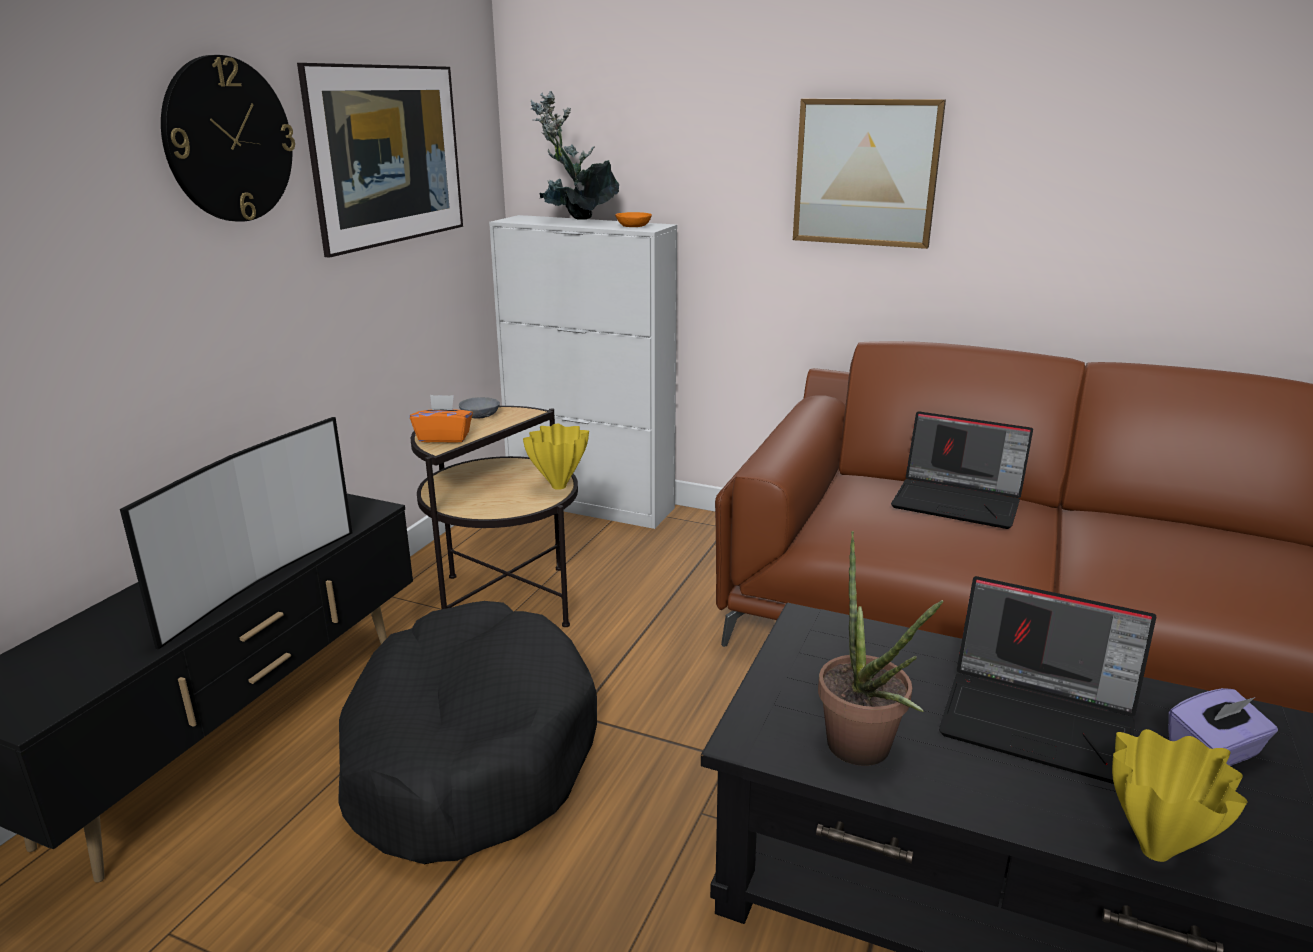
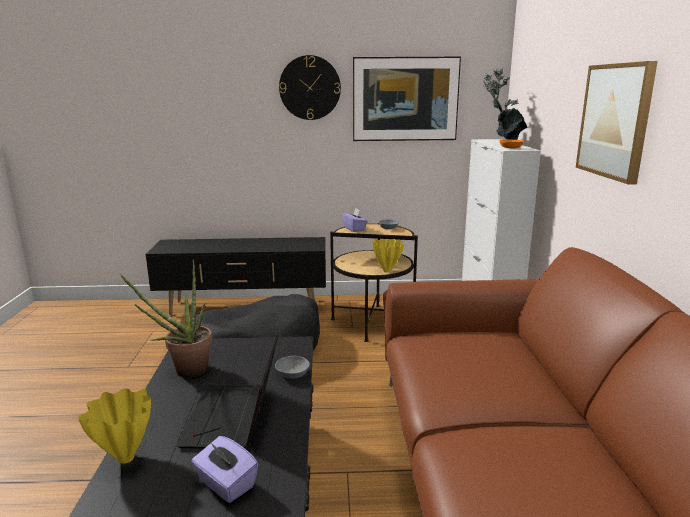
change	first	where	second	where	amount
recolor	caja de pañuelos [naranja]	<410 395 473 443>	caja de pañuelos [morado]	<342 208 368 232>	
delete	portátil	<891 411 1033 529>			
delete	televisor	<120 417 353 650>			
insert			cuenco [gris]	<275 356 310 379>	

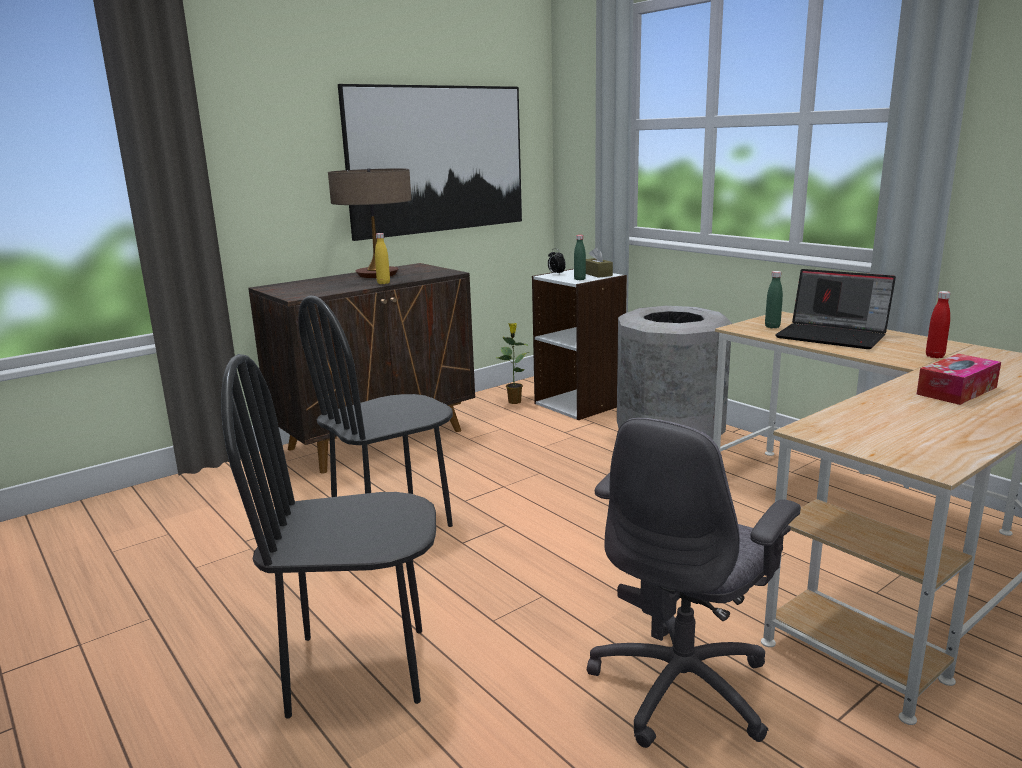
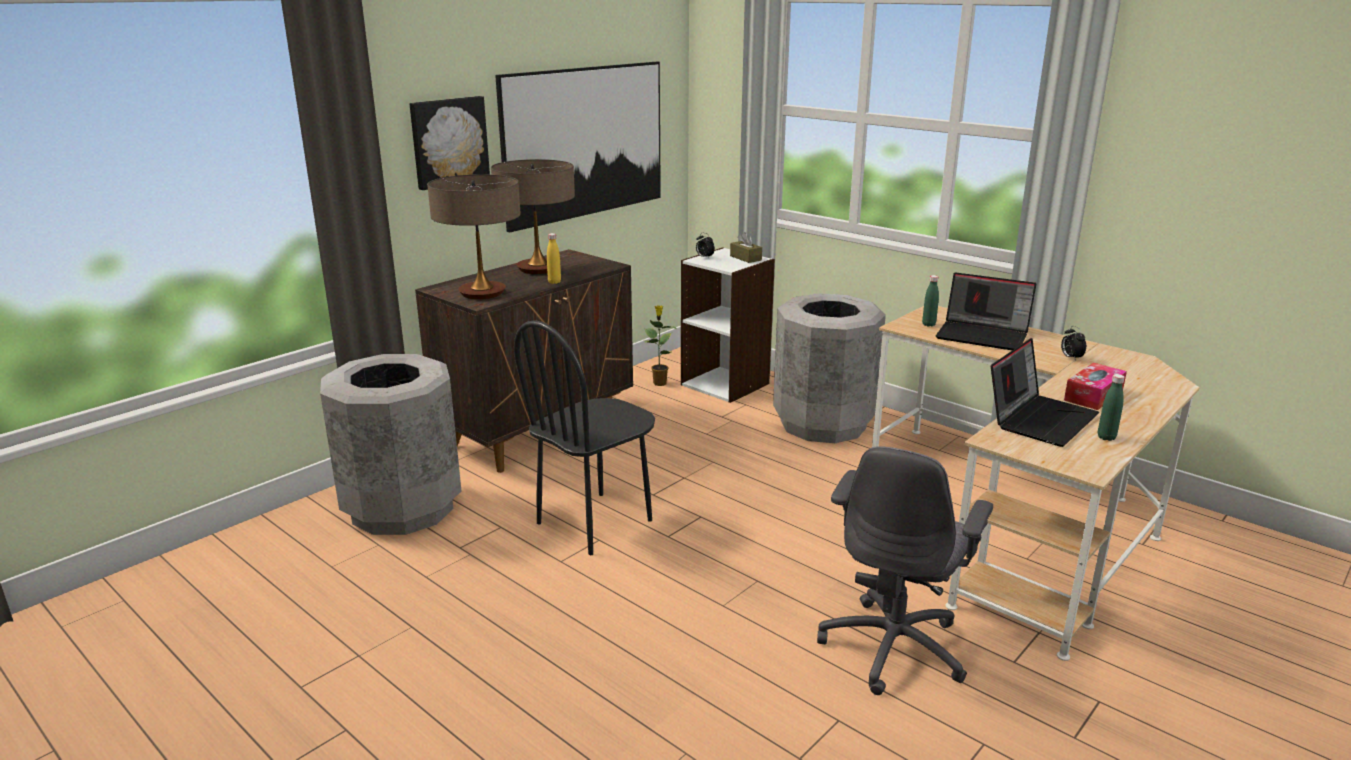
change	first	where	second	where	amount
move	botella [verde]	<574 235 586 280>		<1098 374 1125 441>	
replace	botella [rojo]	<926 291 950 358>	despertador	<1061 326 1086 361>	
delete	silla [negro]	<221 354 436 719>			
insert			cuadro	<410 96 490 190>	
insert			lámpara de mesa	<427 174 521 299>	
insert			portátil	<991 338 1099 447>	
insert			papelera [gris]	<320 354 462 535>	

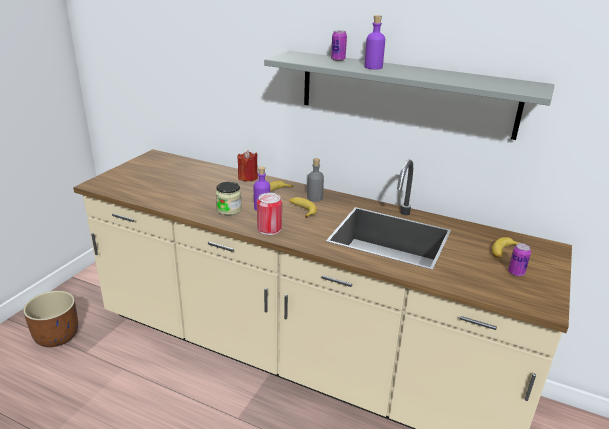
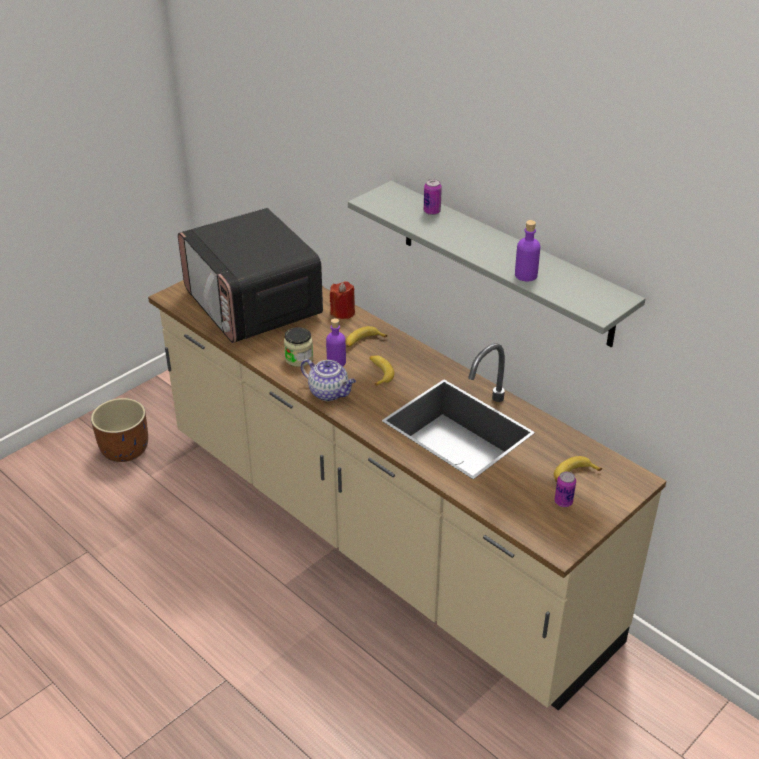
change	first	where	second	where	amount
move	botella [morado]	<364 15 385 70>		<515 220 540 281>	
delete	botella [gris]	<307 158 324 202>			
replace	lata	<257 193 282 235>	tetera	<301 359 356 401>	
insert			microondas	<178 208 323 343>	

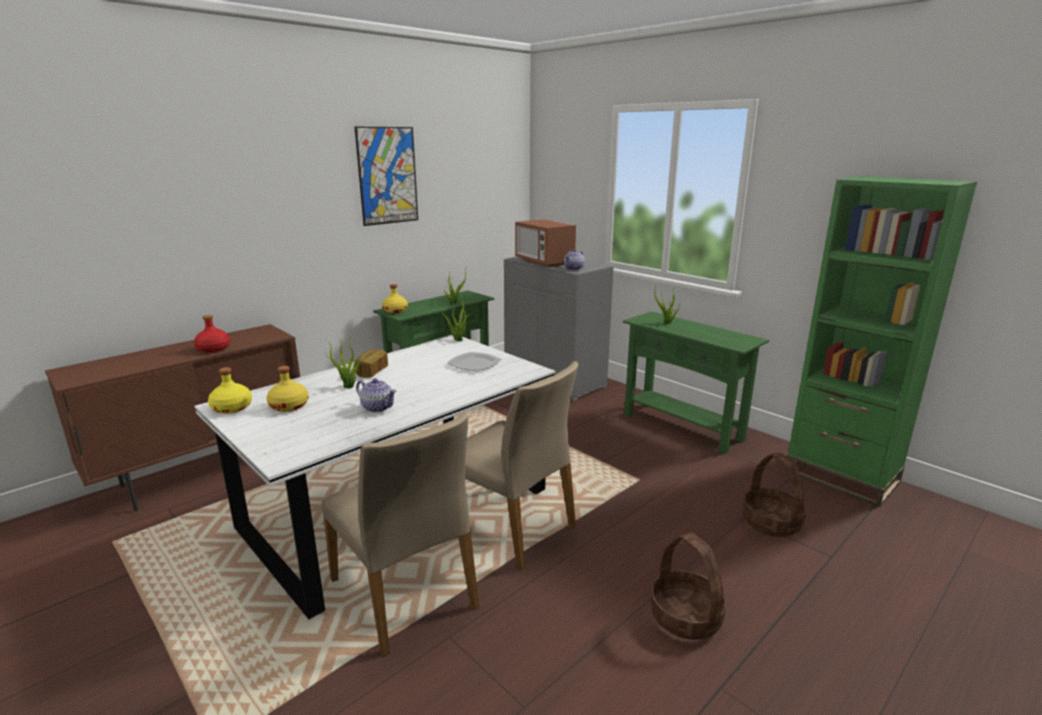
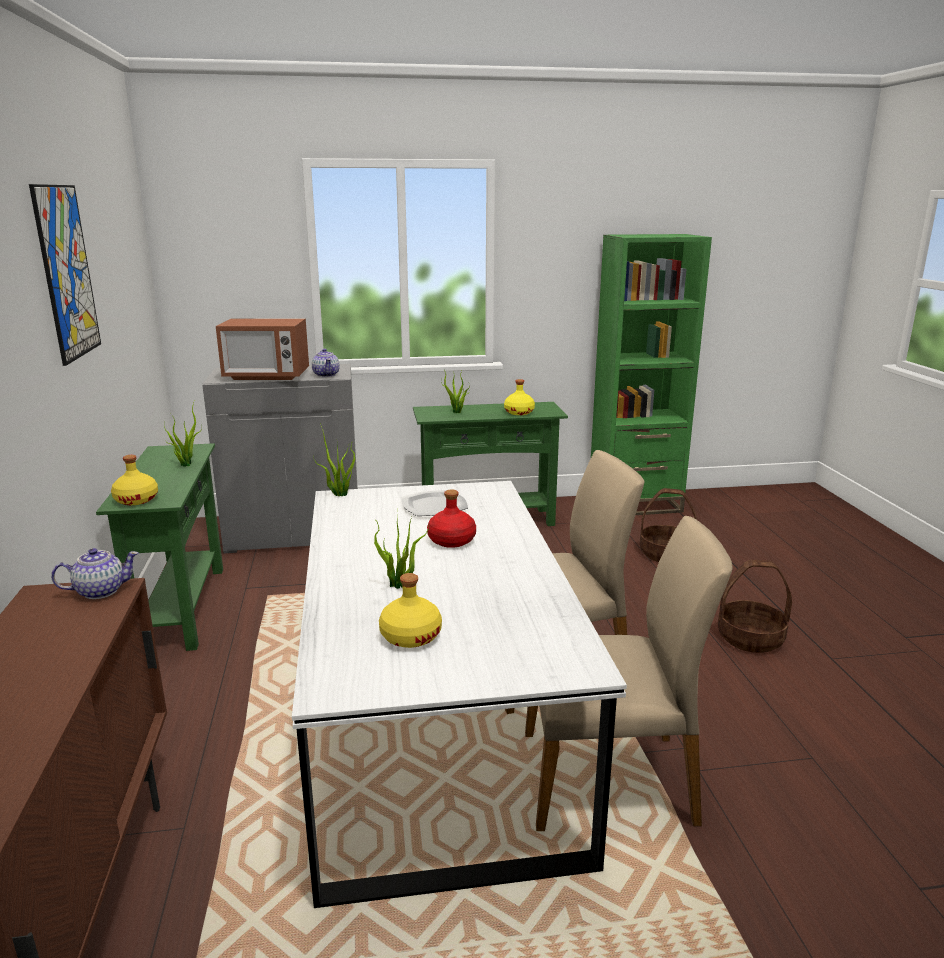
change	first	where	second	where	amount
move	botella [rojo]	<194 315 230 353>		<427 489 476 548>	
delete	pan	<354 349 388 378>			
move	botella [amarillo]	<208 367 252 414>		<504 379 535 415>	
move	tetera	<356 378 397 413>		<51 548 139 599>	

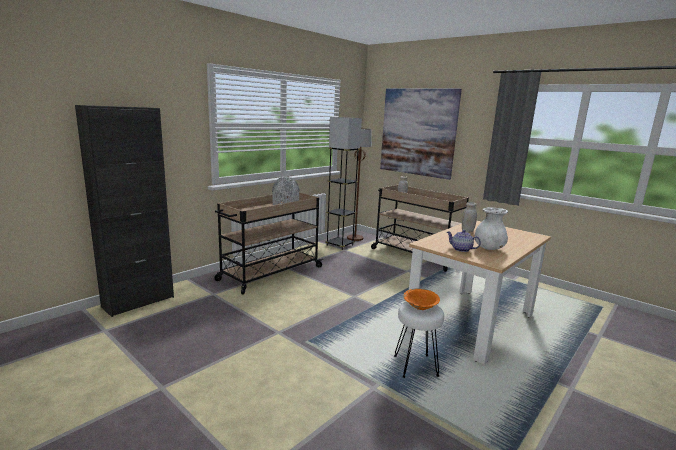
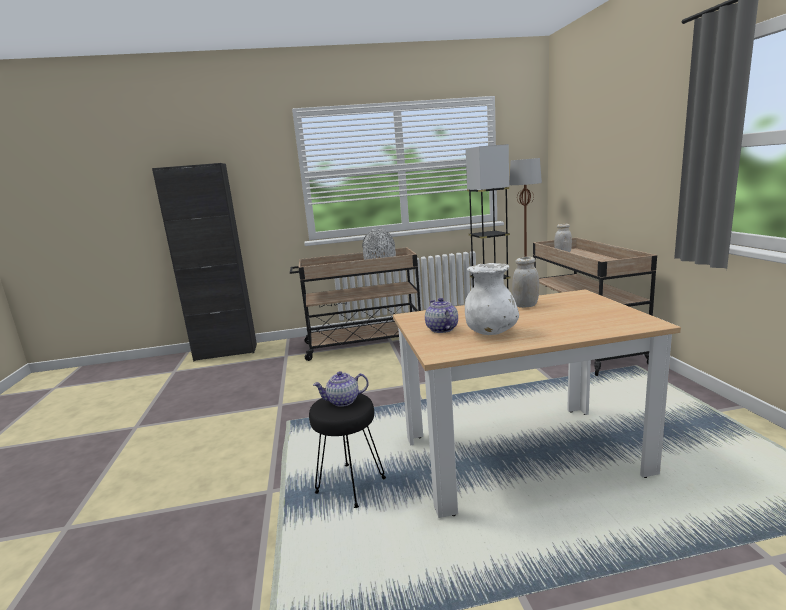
change	first	where	second	where	amount
delete	cuadro	<380 89 462 180>			
replace	cuenco [naranja]	<403 288 440 310>	tetera	<313 371 369 407>	
recolor	taburete [blanco]	<394 301 444 378>	taburete [negro]	<309 394 386 508>	

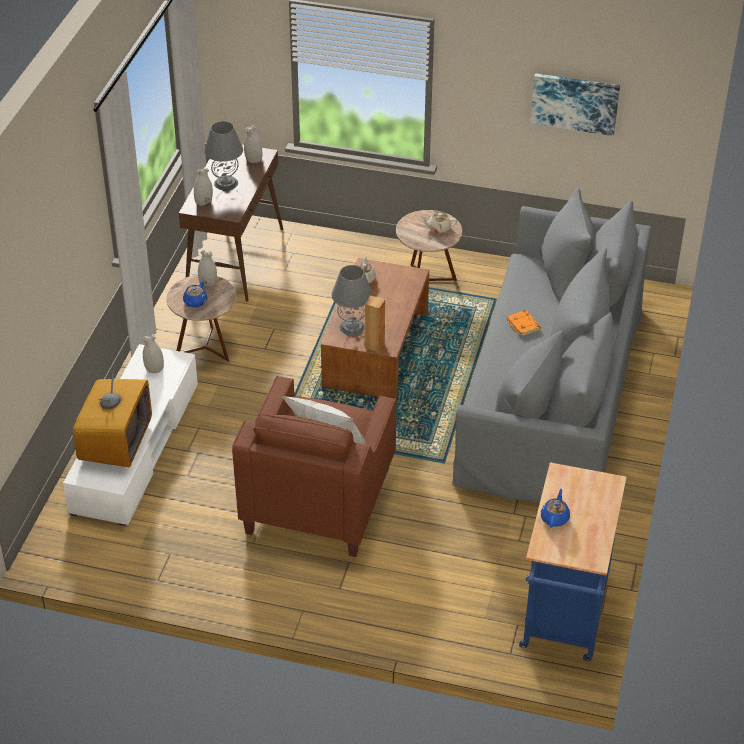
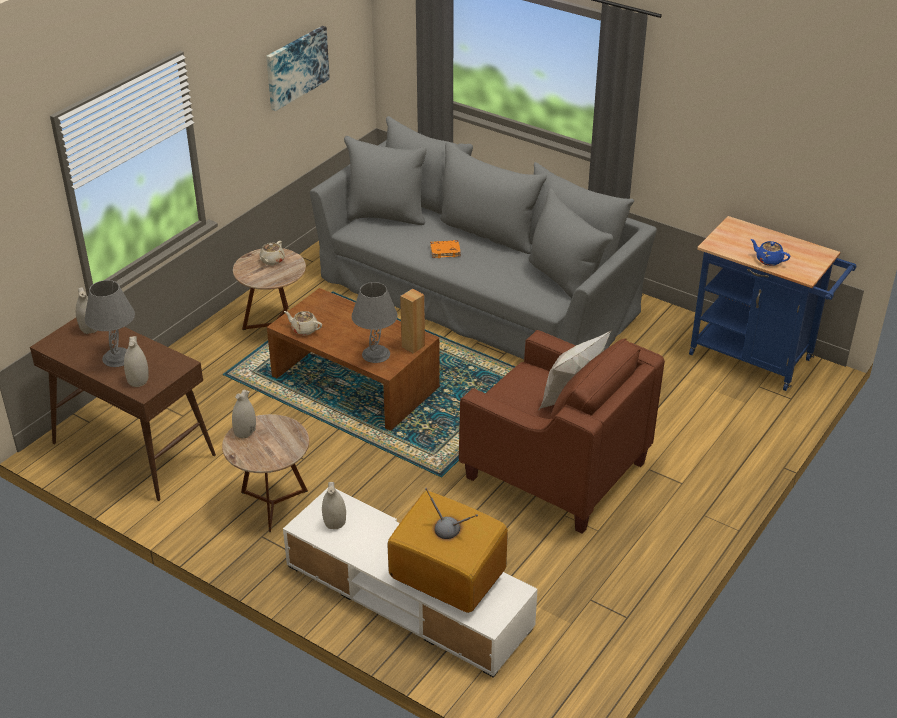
change	first	where	second	where	amount
delete	tetera [azul]	<183 282 208 308>			

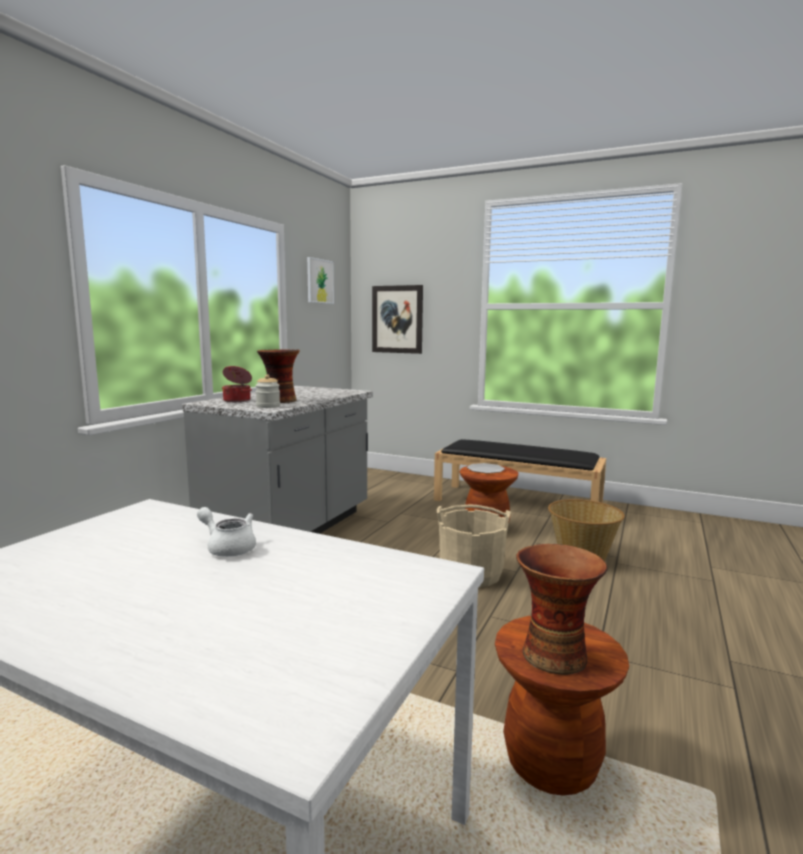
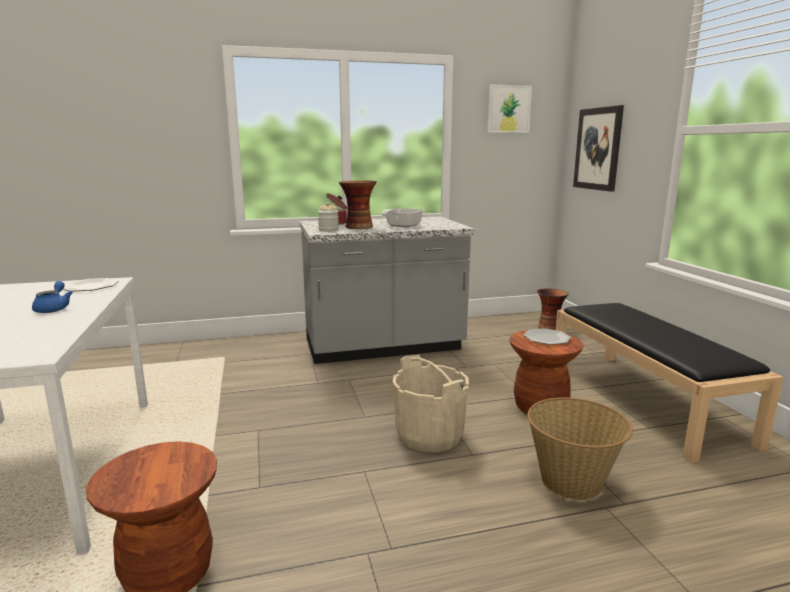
change	first	where	second	where	amount
recolor	tetera [blanco]	<197 507 256 557>	tetera [azul]	<32 281 73 313>	
move	florero	<516 544 607 675>		<537 289 569 330>	
insert			sartén	<382 208 424 228>	
insert			plato	<63 278 119 292>	

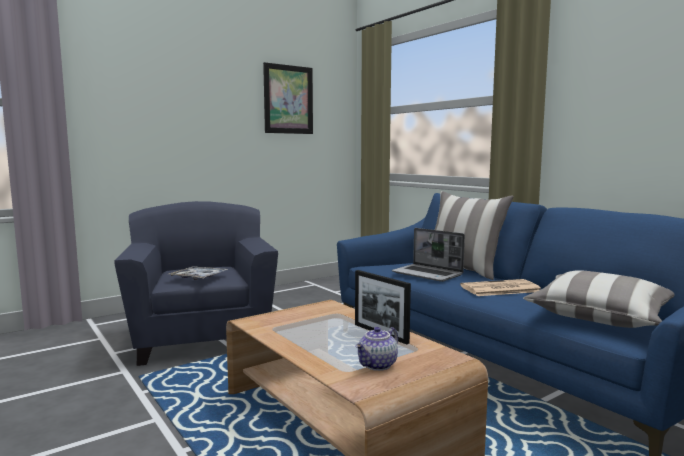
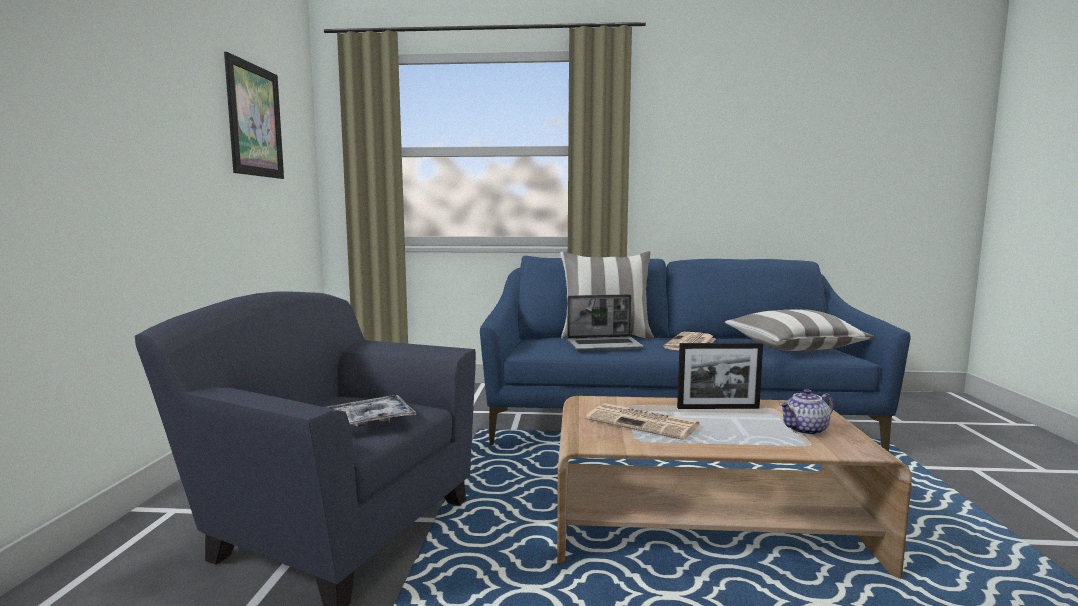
change	first	where	second	where	amount
rotate	tetera	<355 327 398 371>		<779 389 834 435>	75 degrees clockwise
insert			periódico	<586 403 701 440>	

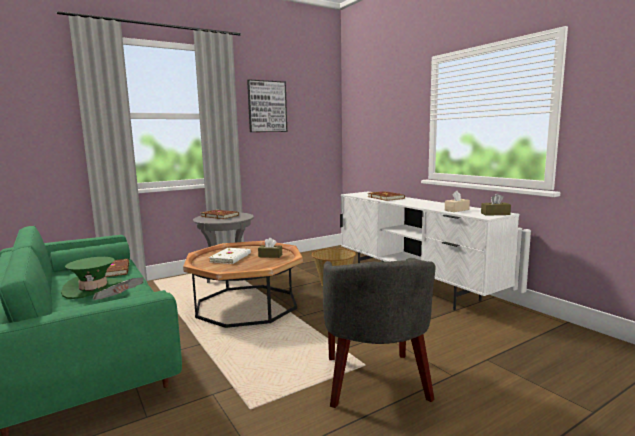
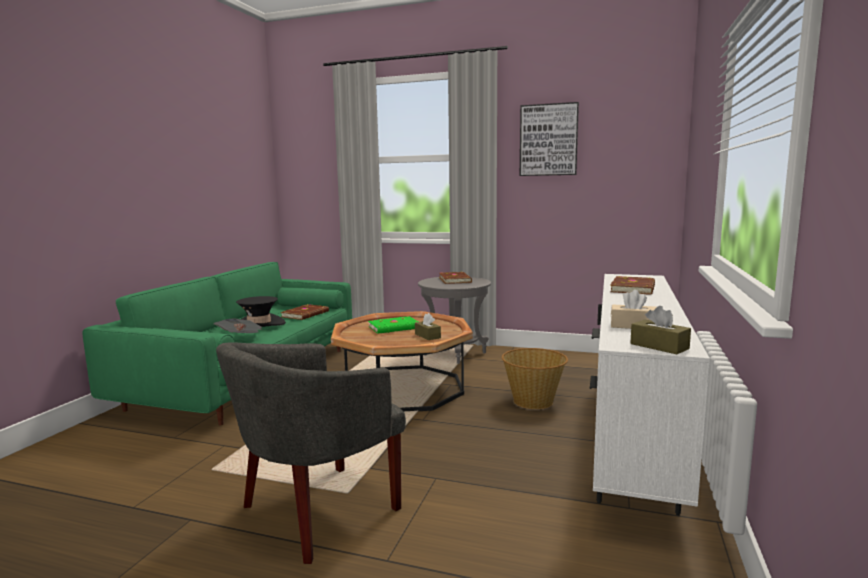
change	first	where	second	where	amount
recolor	libro [blanco]	<209 248 251 264>	libro [verde]	<368 316 418 334>	
recolor	sombrero [verde]	<61 257 123 299>	sombrero [negro]	<236 296 286 327>	

